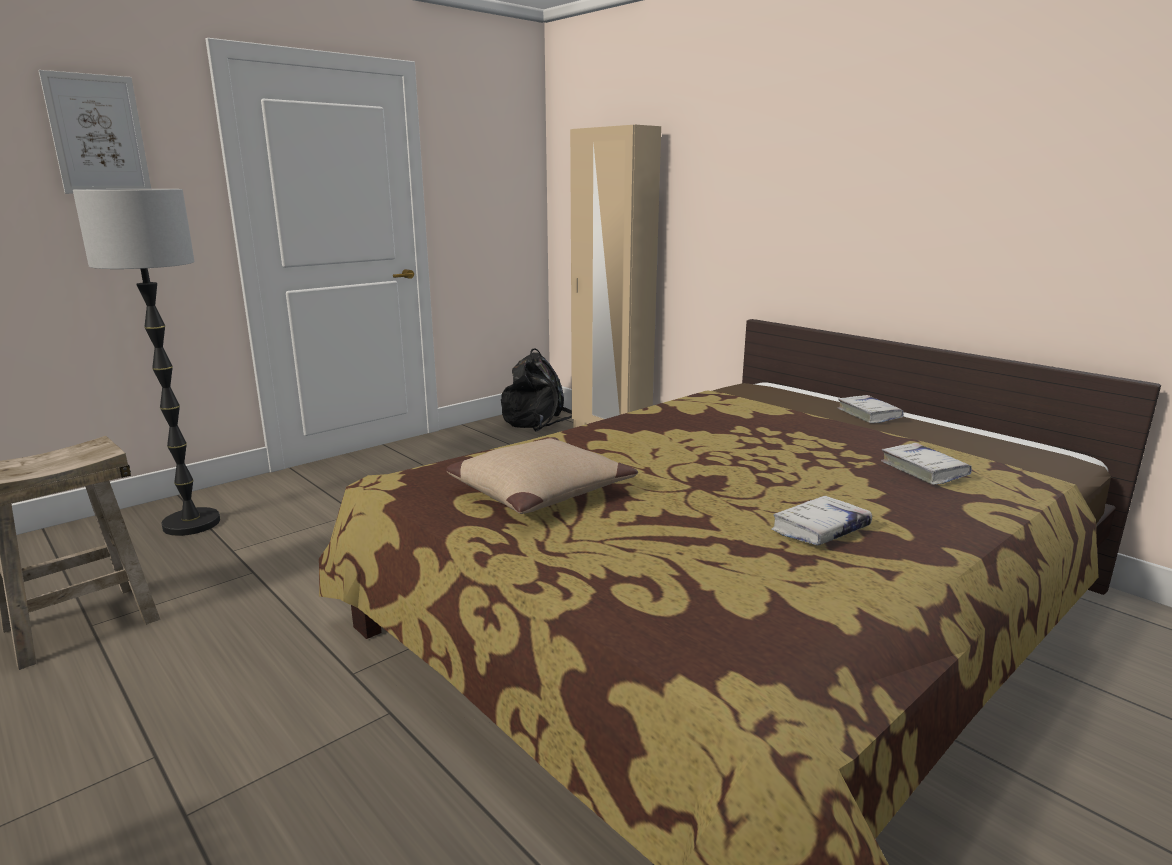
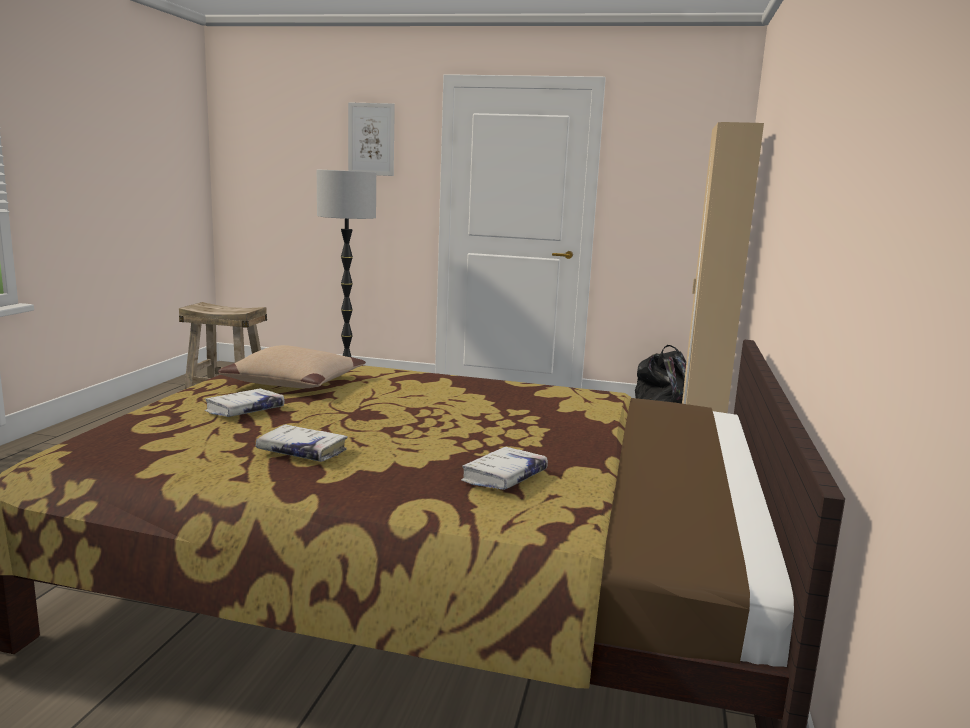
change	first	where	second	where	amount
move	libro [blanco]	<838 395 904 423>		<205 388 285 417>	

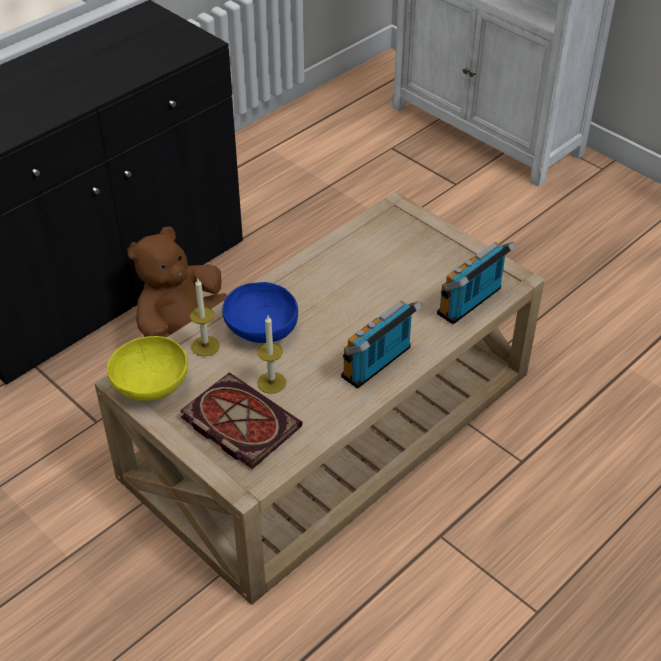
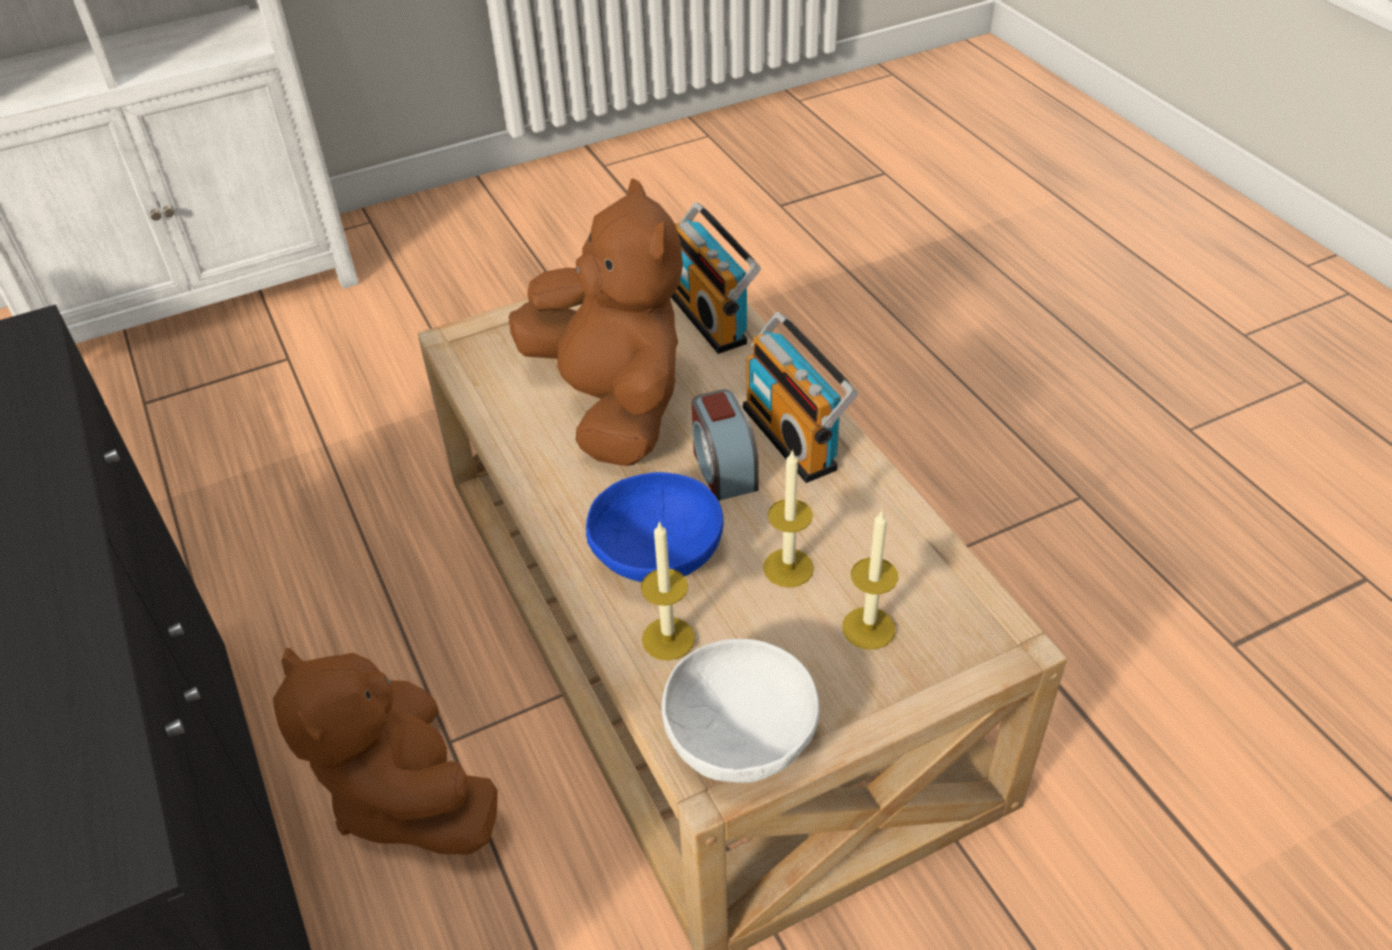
change	first	where	second	where	amount
recolor	cuenco [amarillo]	<107 336 188 401>	cuenco [blanco]	<661 639 820 783>	
replace	libro	<180 372 302 469>	vela	<842 510 898 649>	
insert			peluche [marrón]	<509 179 683 466>	
insert			despertador	<692 389 759 501>	

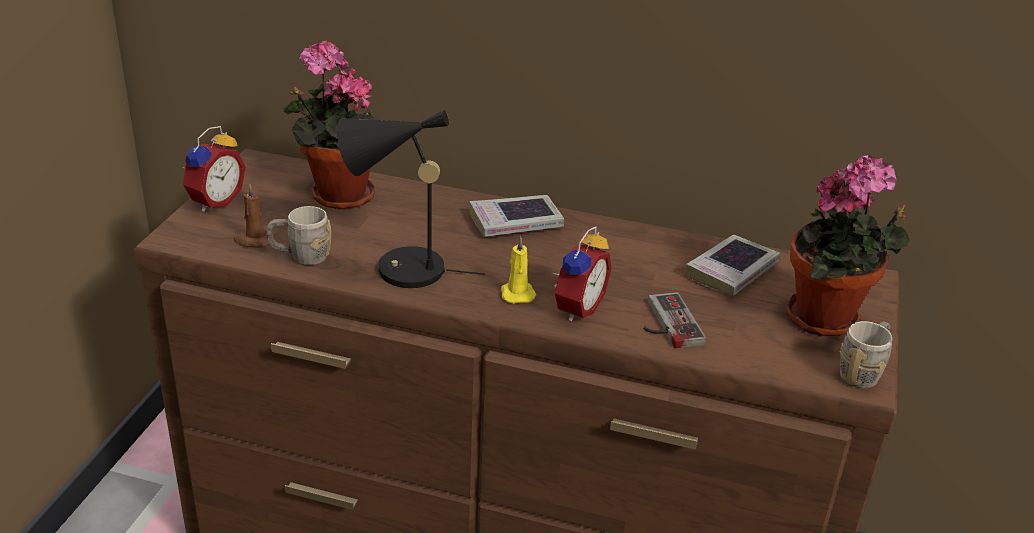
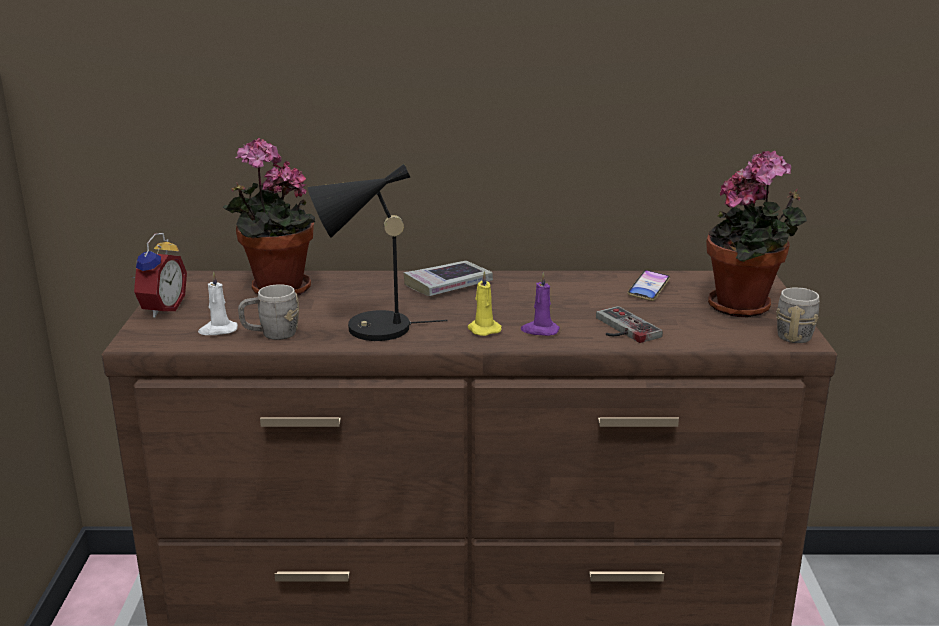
change	first	where	second	where	amount
recolor	vela [marrón]	<234 184 274 248>	vela [blanco]	<198 271 238 335>	
replace	despertador	<553 226 612 321>	vela [morado]	<521 272 560 336>	
replace	libro	<685 235 780 296>	móvil	<627 270 670 301>	

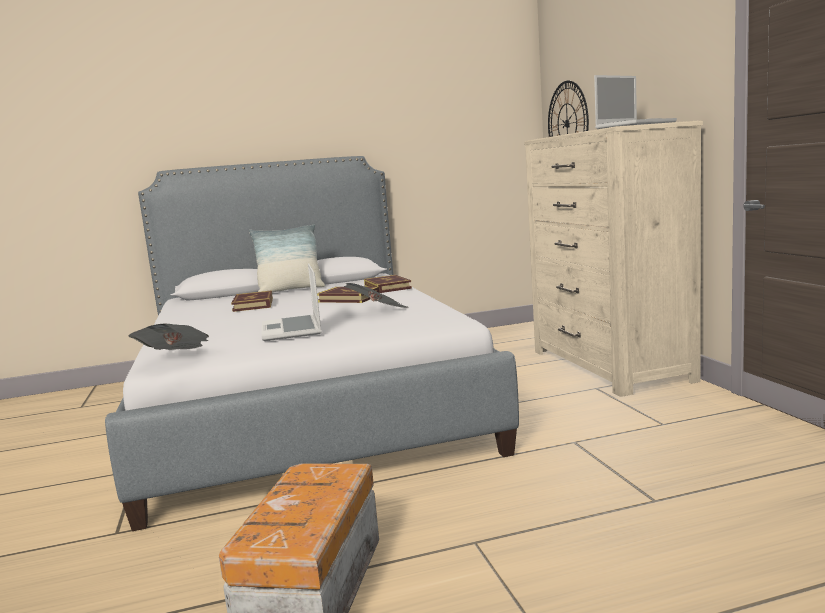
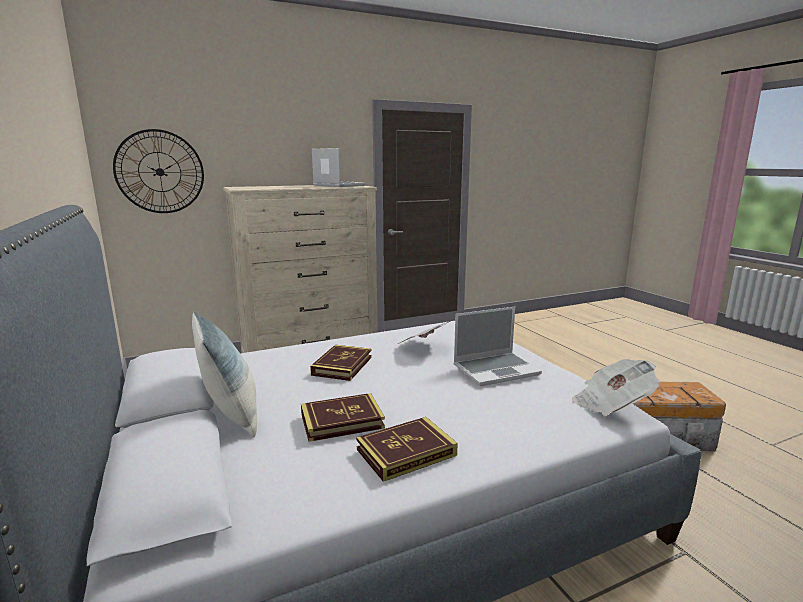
change	first	where	second	where	amount
move	libro	<364 275 412 293>		<356 417 458 482>	

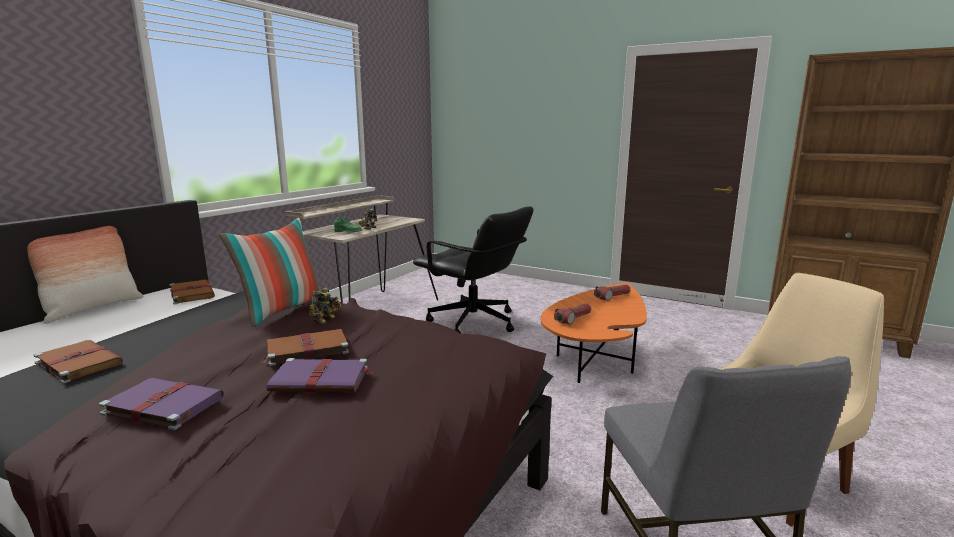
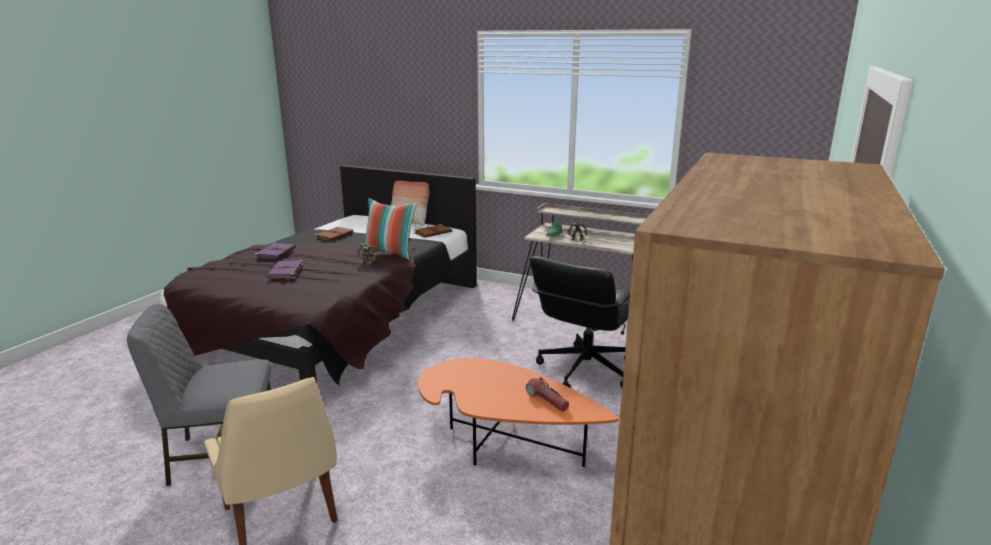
change	first	where	second	where	amount
delete	linterna	<554 303 591 325>			
delete	libro [marrón]	<262 329 349 366>			

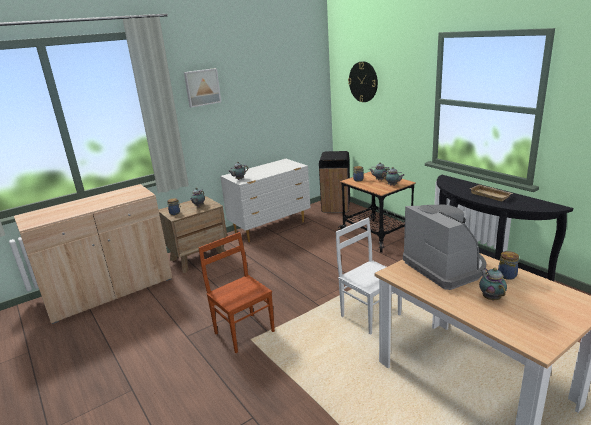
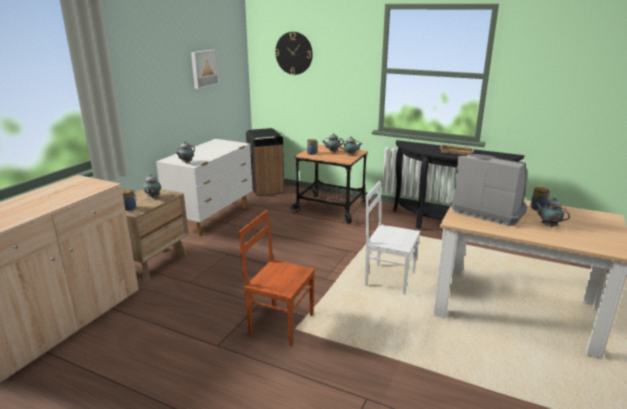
change	first	where	second	where	amount
move	cuadro	<184 68 221 108>		<191 50 219 89>	

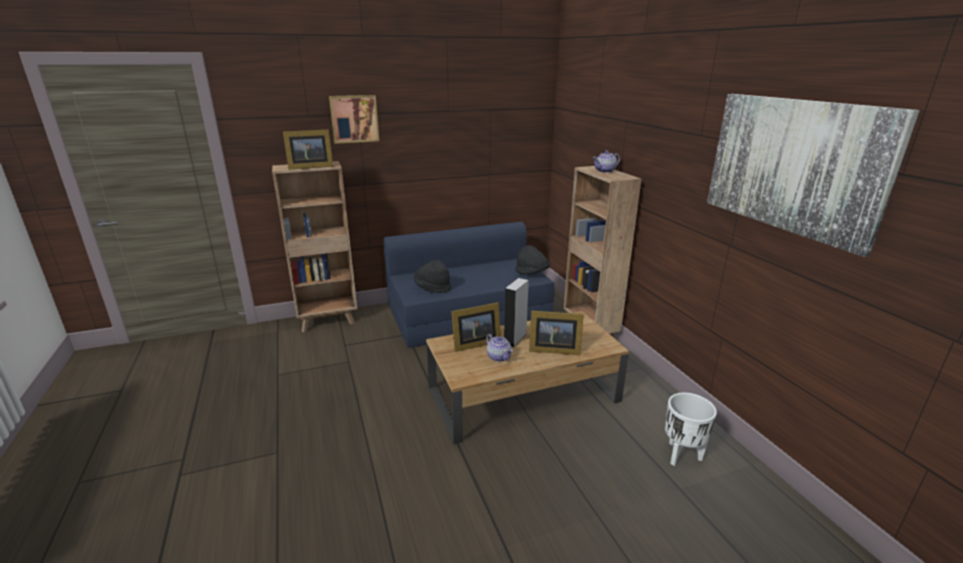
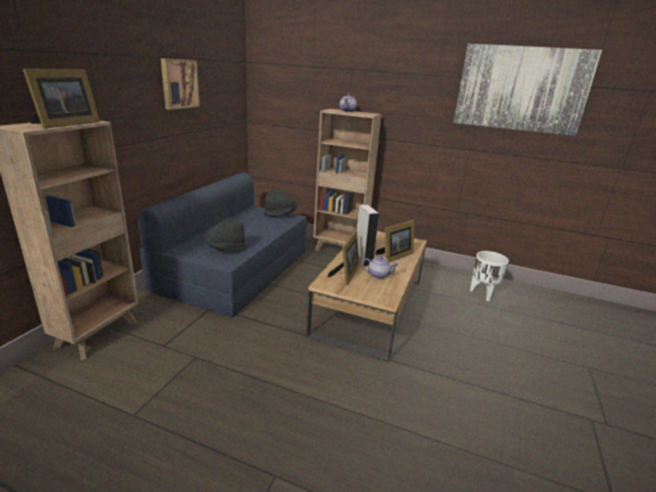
change	first	where	second	where	amount
move	cuadro	<329 95 379 144>		<161 58 200 110>	

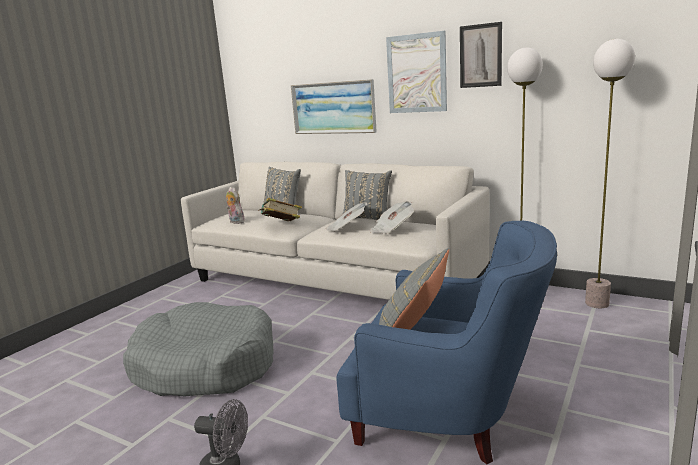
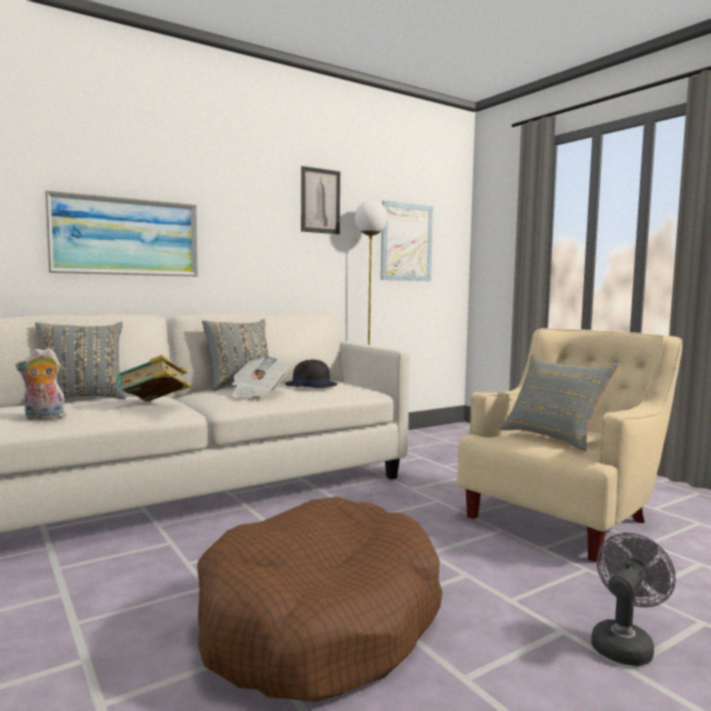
change	first	where	second	where	amount
move	cuadro	<386 31 447 113>		<381 201 433 281>	
delete	lámpara de pie	<585 39 635 308>			
replace	periódico	<370 201 414 234>	sombrero [negro]	<285 359 337 388>	
recolor	sillón [azul]	<336 221 557 464>	sillón [beis]	<457 328 682 562>	
recolor	cama para perro [gris]	<123 302 274 397>	cama para perro [marrón]	<197 497 442 702>	

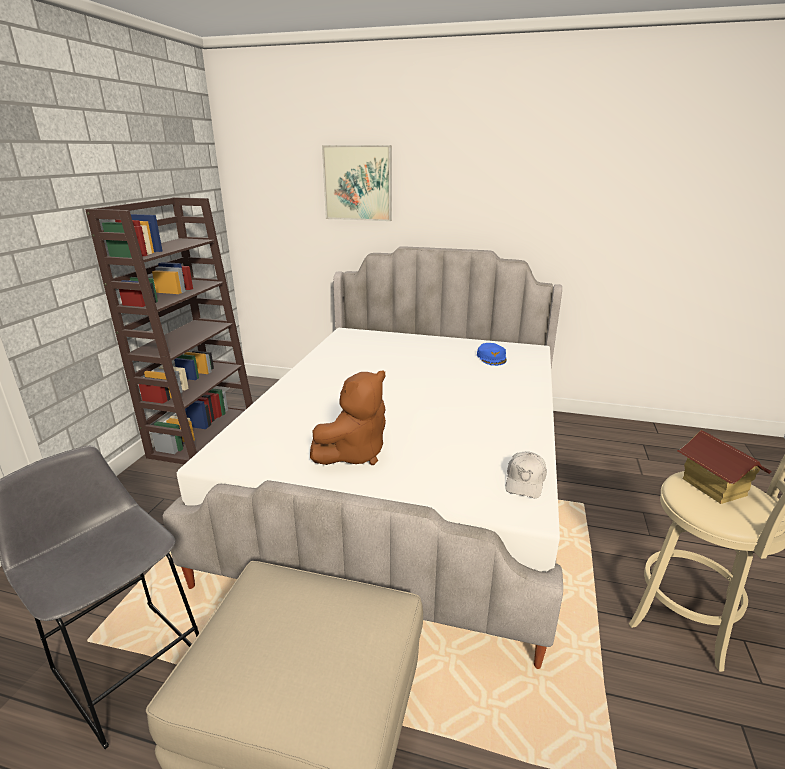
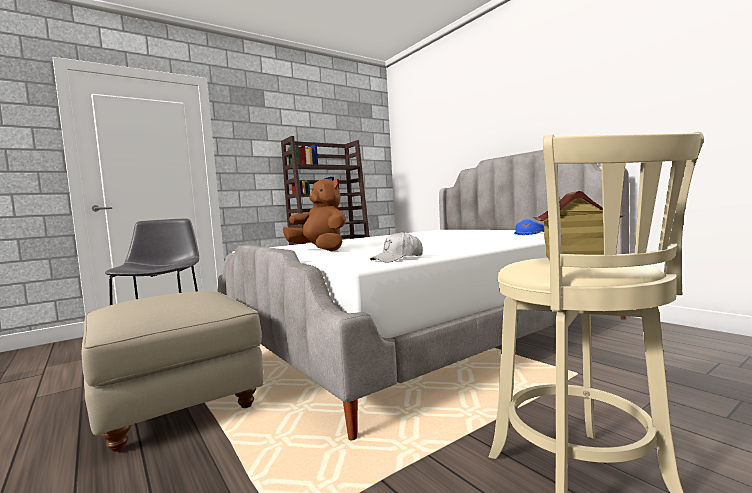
change	first	where	second	where	amount
delete	cuadro	<322 145 392 221>			
rotate	peluche [marrón]	<310 371 386 465>		<283 178 346 251>	135 degrees counterclockwise

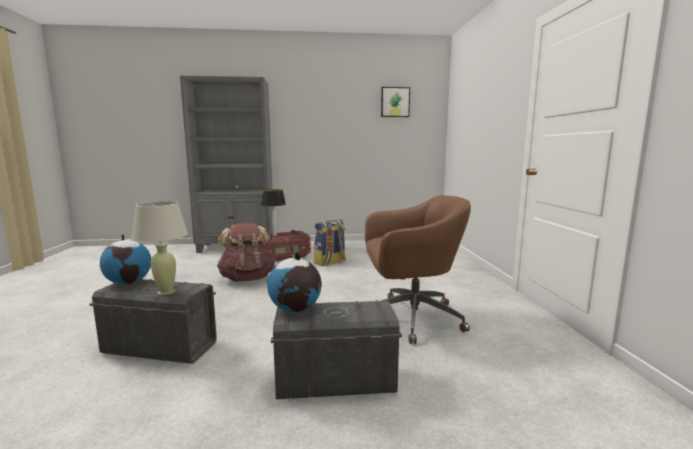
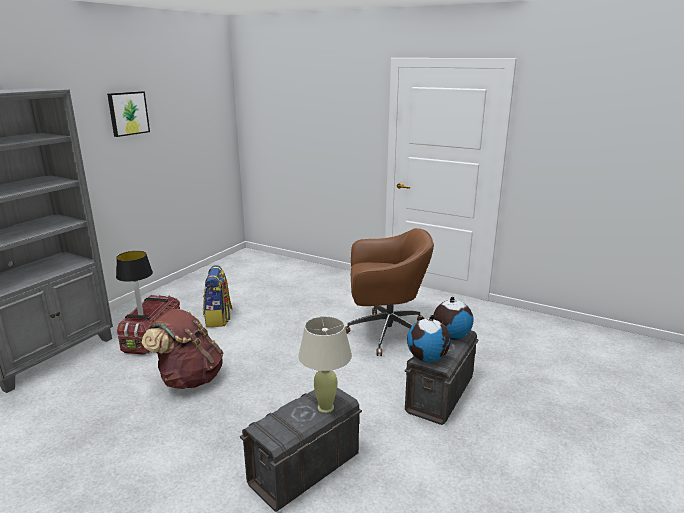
change	first	where	second	where	amount
move	cuadro	<381 87 410 117>		<107 91 150 137>	
rotate	silla de oficina [marrón]	<365 195 471 344>		<345 228 434 356>	60 degrees clockwise
move	globo terráqueo	<100 234 151 285>		<433 297 474 340>	

